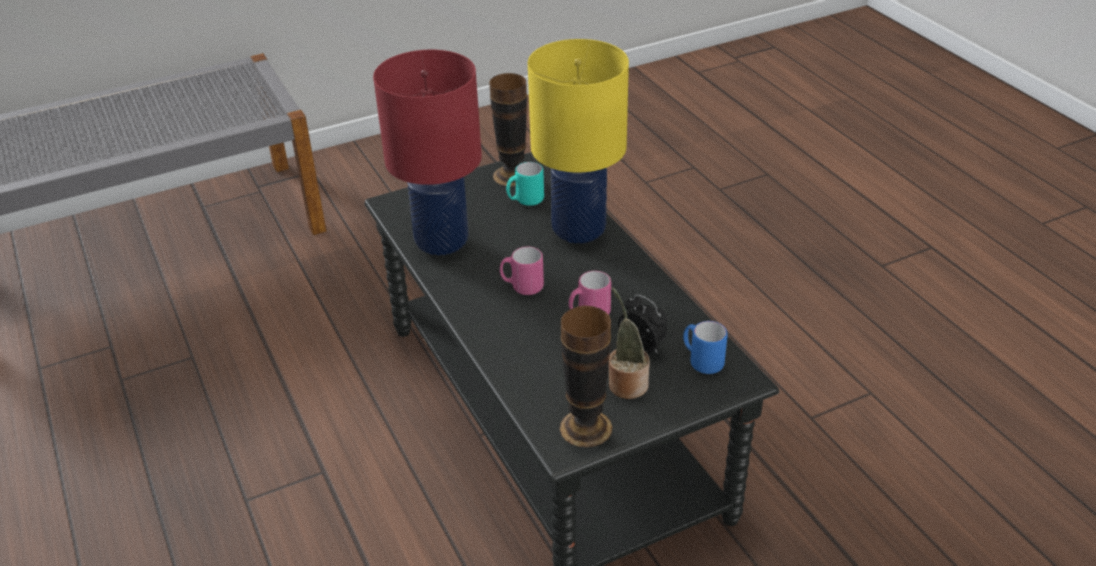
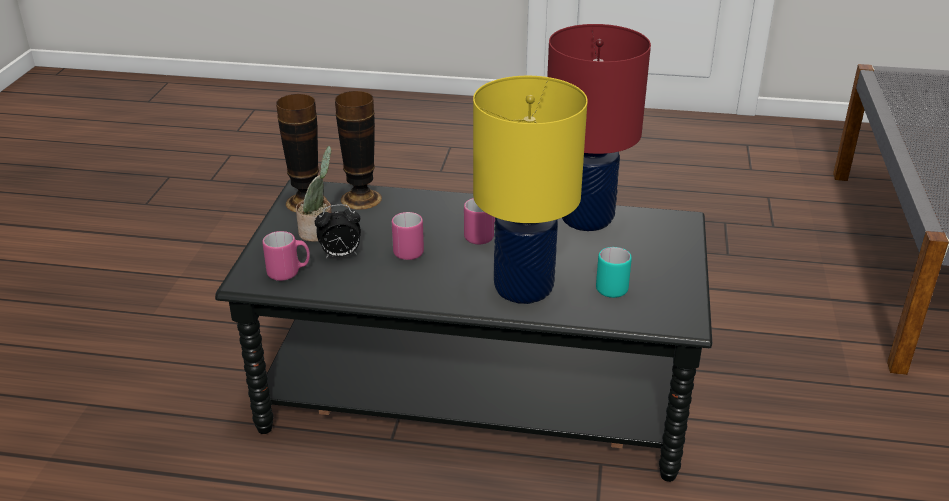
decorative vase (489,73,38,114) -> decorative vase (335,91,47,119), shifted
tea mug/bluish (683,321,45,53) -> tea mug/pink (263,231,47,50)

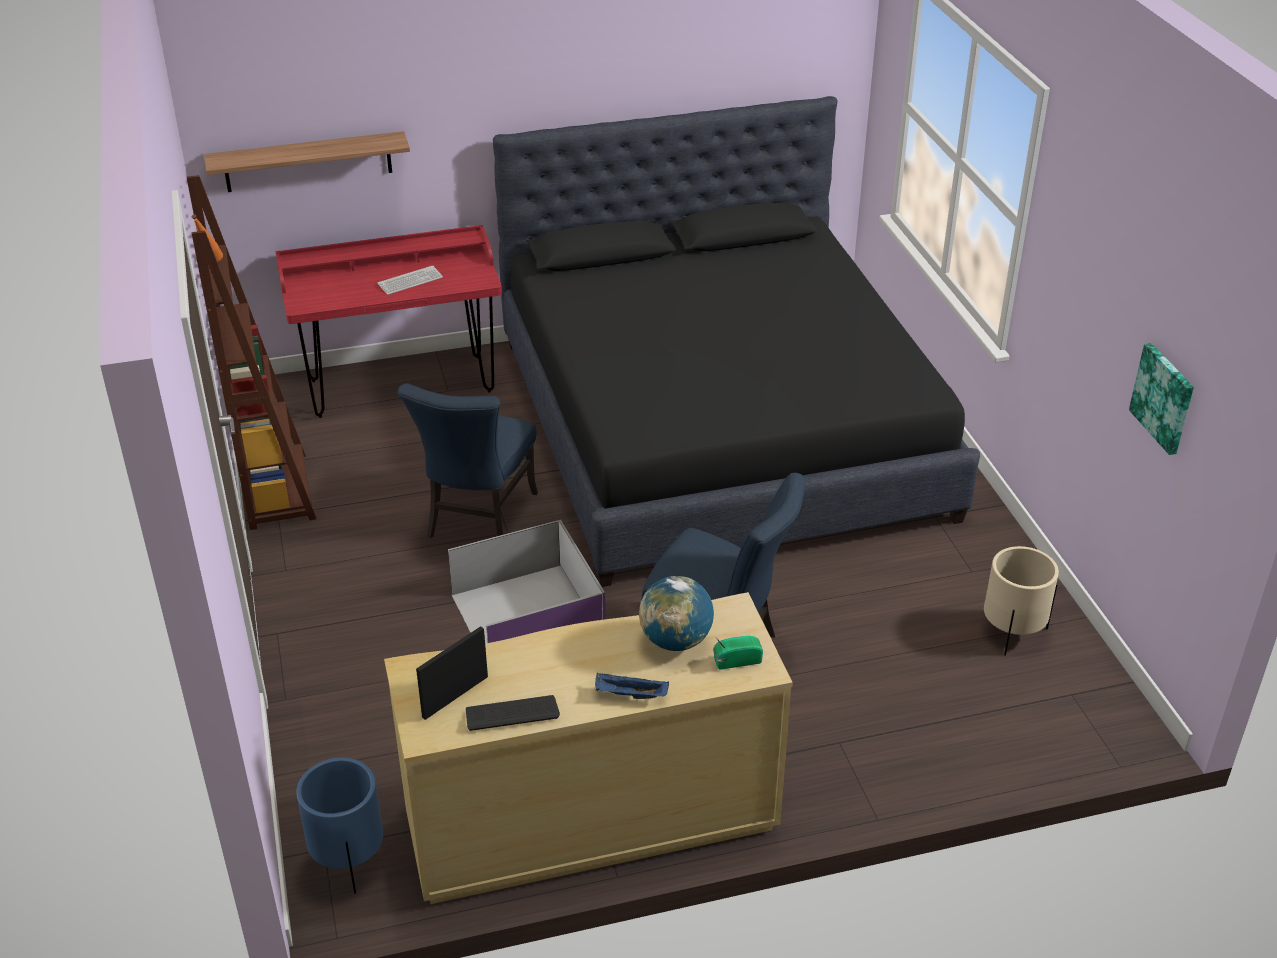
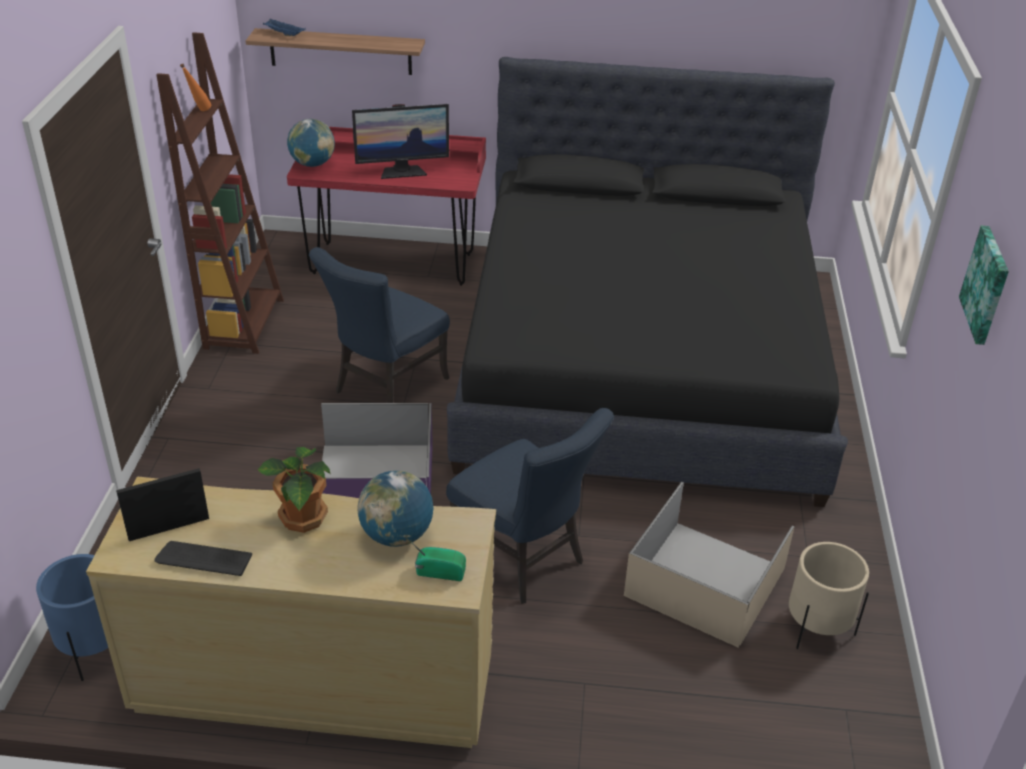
PC keyboard (378,266,65,29) -> computer display (352,104,97,75)
picture (1129,343,65,112) -> picture (959,226,50,119), shifted
tray/bluish (595,673,74,26) -> tray/bluish (263,18,43,18), shifted
none -> desk globe (287,119,48,48)
none -> plant in a pot (258,447,73,86)
none -> storage bin/beige (624,482,171,165)

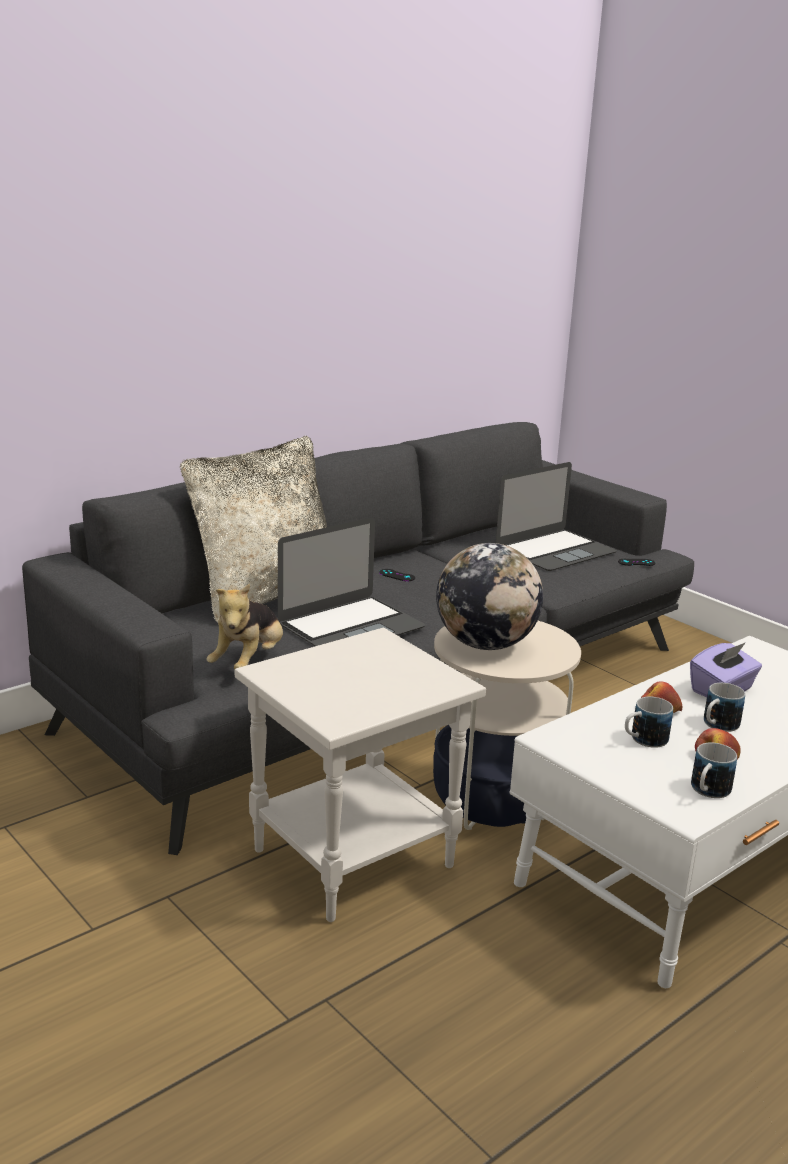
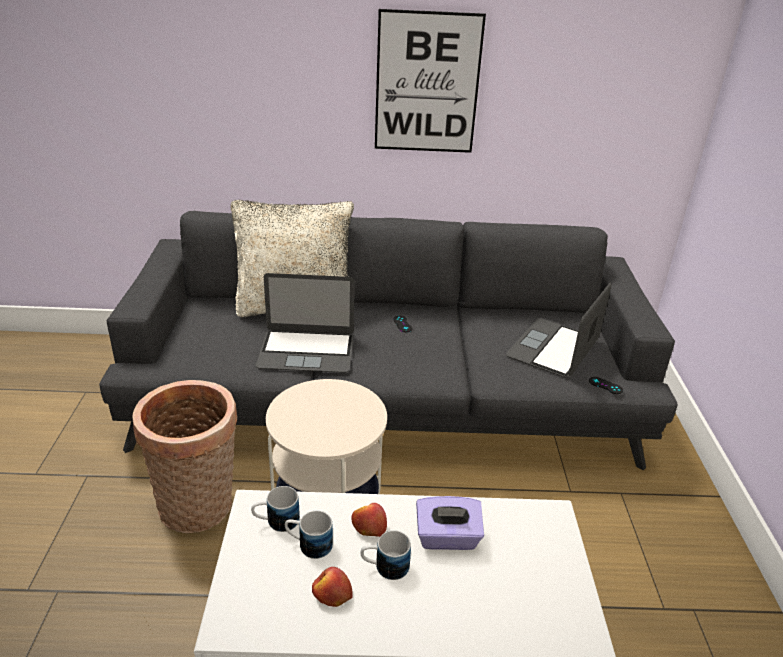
laptop (496,462,121,109) -> laptop (506,283,105,94), 120 degrees clockwise
desk globe (436,543,107,107) -> none
plush toy (206,584,77,85) -> none
side table/white-coloured (235,627,251,295) -> basket (133,380,104,153)
tea mug (691,743,46,55) -> tea mug (251,486,49,46), shifted
none -> picture (375,9,111,144)

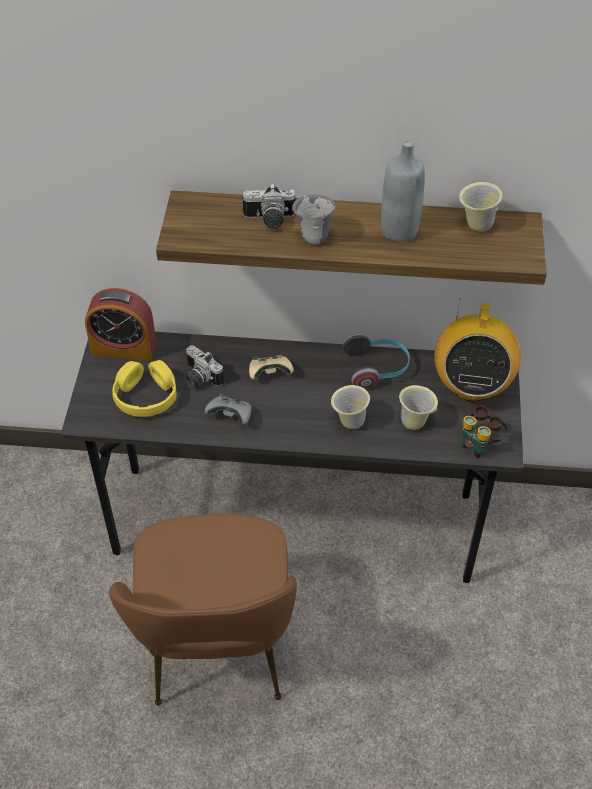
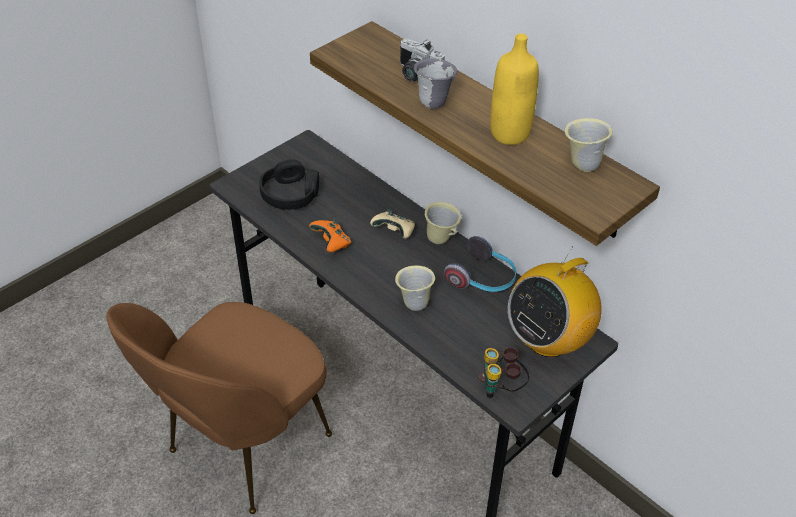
beverage bottle/grey (381,140,44,102) -> beverage bottle/yellow (490,33,49,112)
bedside clock (85,288,72,73) -> none
still camera (185,345,39,43) -> none
headset/yellow (112,360,65,57) -> headset/blackish (259,159,60,51)
tea mug/beige (399,385,39,45) -> tea mug/beige (425,202,36,42), shifted
joypad/grey (205,393,46,31) -> joypad/orange (309,220,42,32)

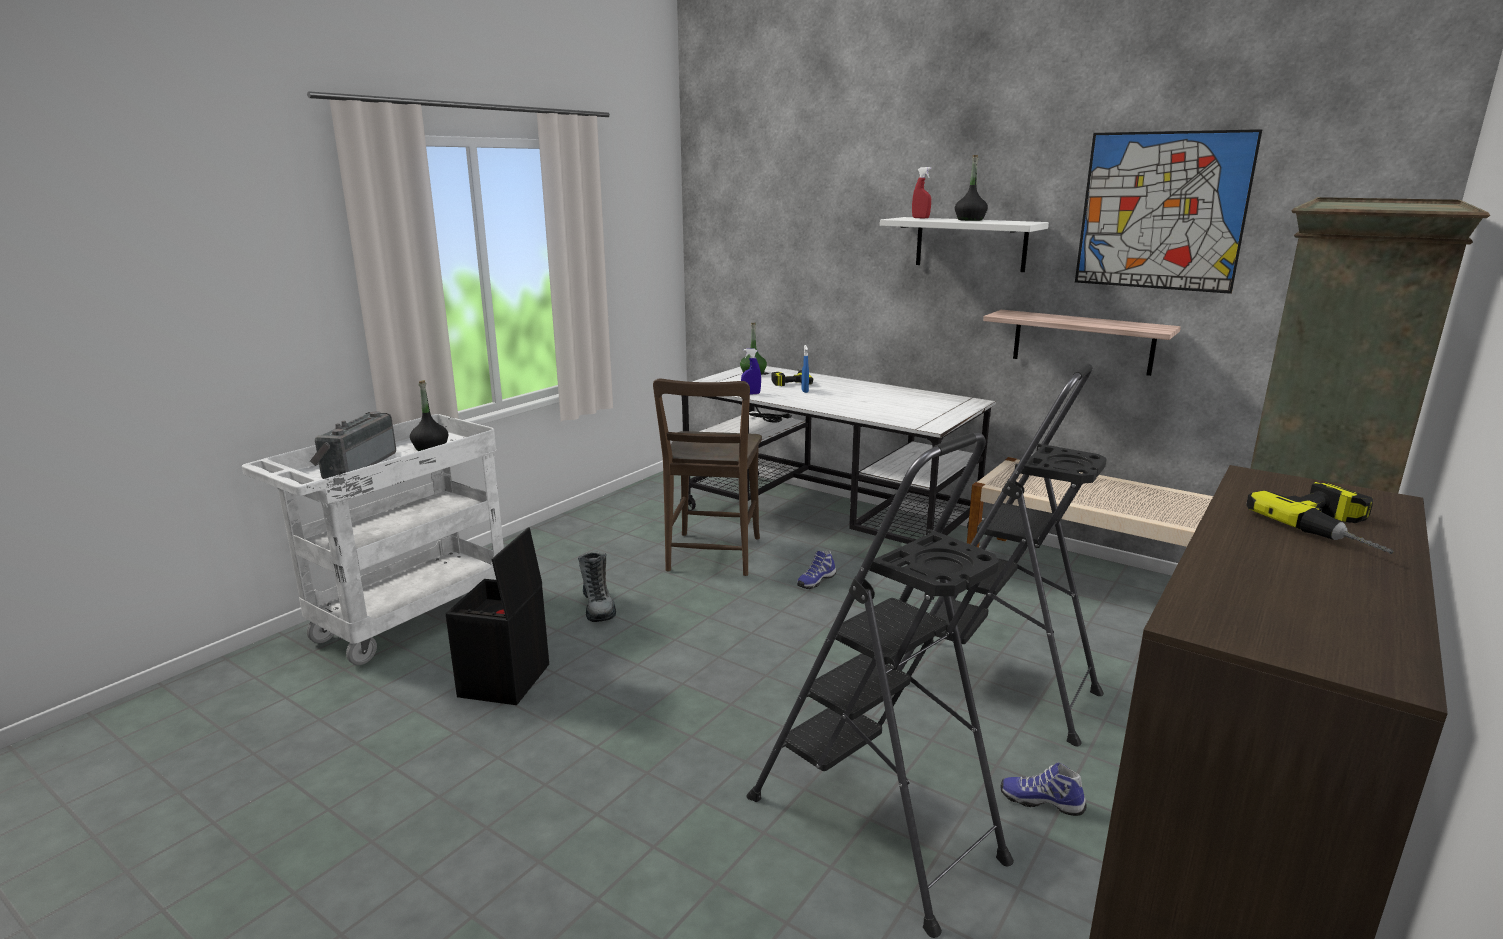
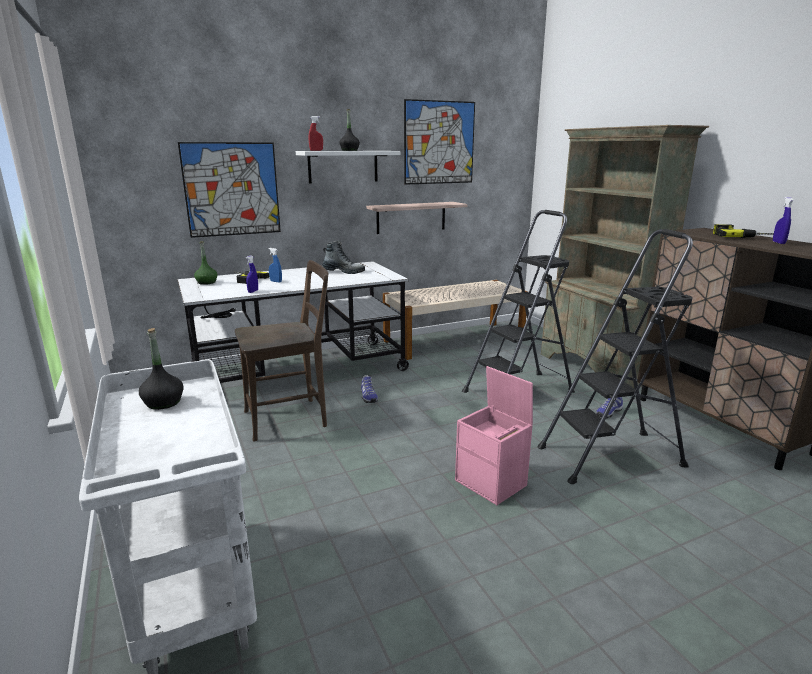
plain chair/brown (653,378,109,198) -> plain chair/brown (235,260,93,181), 60 degrees counterclockwise
radio set (310,411,86,68) -> none
storage bin/blackish (446,527,103,178) -> none
high-top boot (578,552,38,70) -> high-top boot (321,240,44,34), shifted
none -> picture (178,142,103,96)
none -> spray bottle/bluish (773,197,21,47)
none -> storage bin/pink (455,366,78,139)

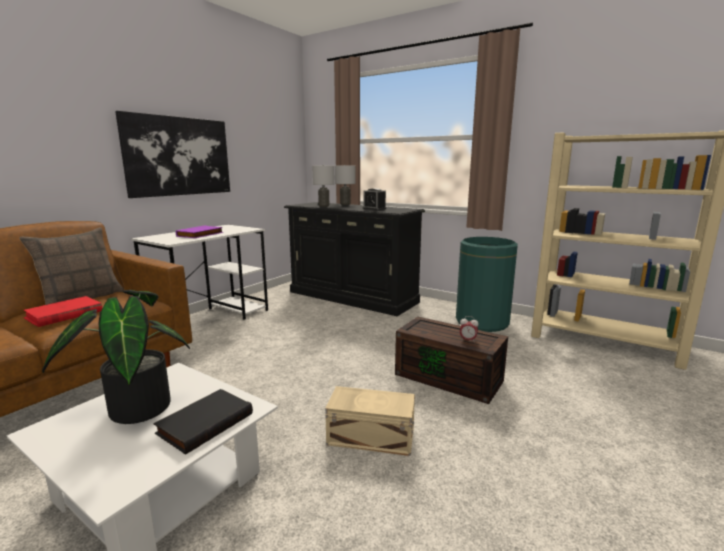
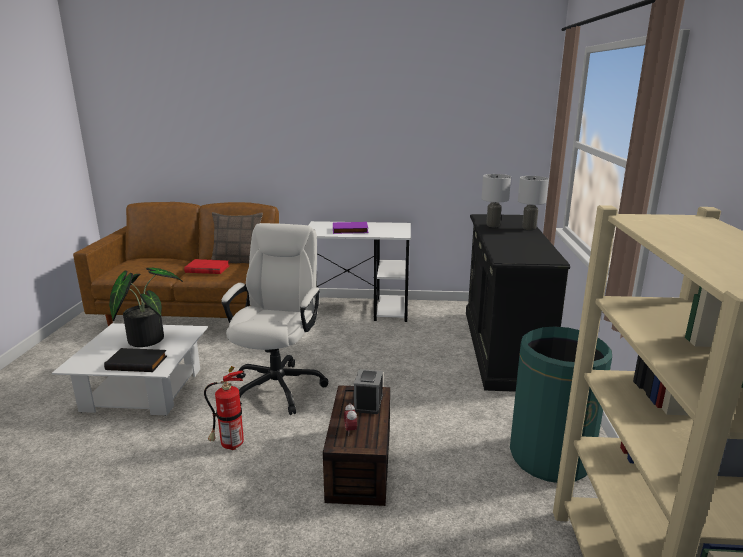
picture (115,111,115,87) -> none
bedside clock (363,188,23,22) -> bedside clock (354,369,29,45), shifted
storage bin/beige (325,386,90,70) -> fire-fighting cylinder (204,366,40,84)
none -> computer chair/white-coloured (221,223,108,192)

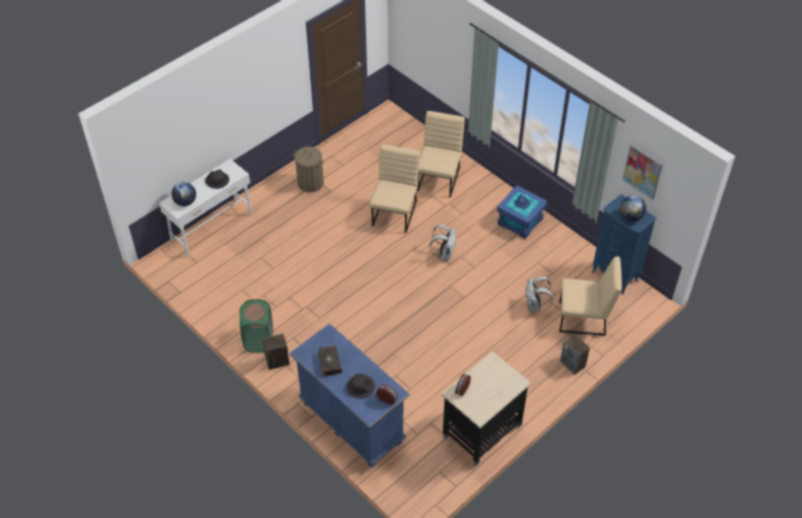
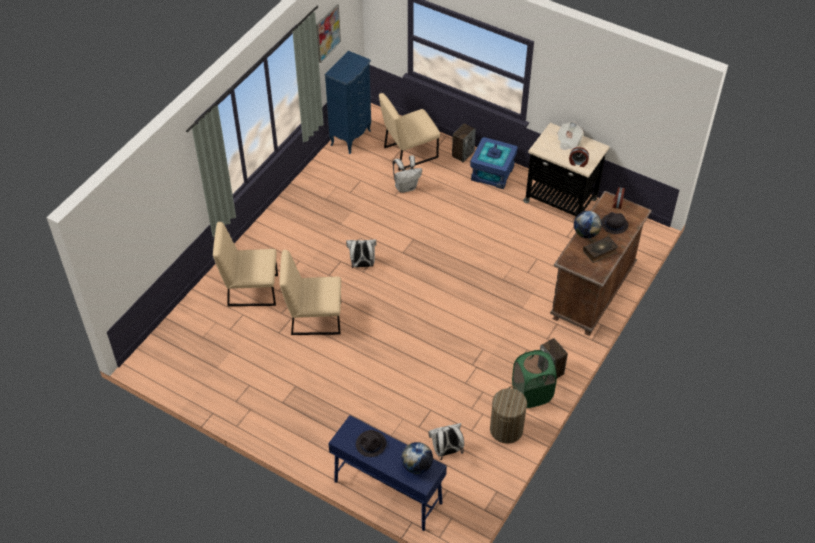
hamper (294,147,30,46) -> hamper (490,386,37,58), shifted
hall table/white-coloured (159,159,94,98) -> hall table/bluish (328,415,119,116)
storage bin/bluish (497,186,50,53) -> storage bin/bluish (470,137,48,52), shifted
desk globe (620,195,26,26) -> desk globe (574,211,28,27), shifted
plain chair/beige (559,256,63,80) -> plain chair/beige (379,93,61,78), 105 degrees counterclockwise
dresser/bluish (289,323,121,145) -> dresser/brown (550,191,102,145)
none -> newspaper (557,121,27,29)
none -> backpack/white-coloured (428,423,36,37)

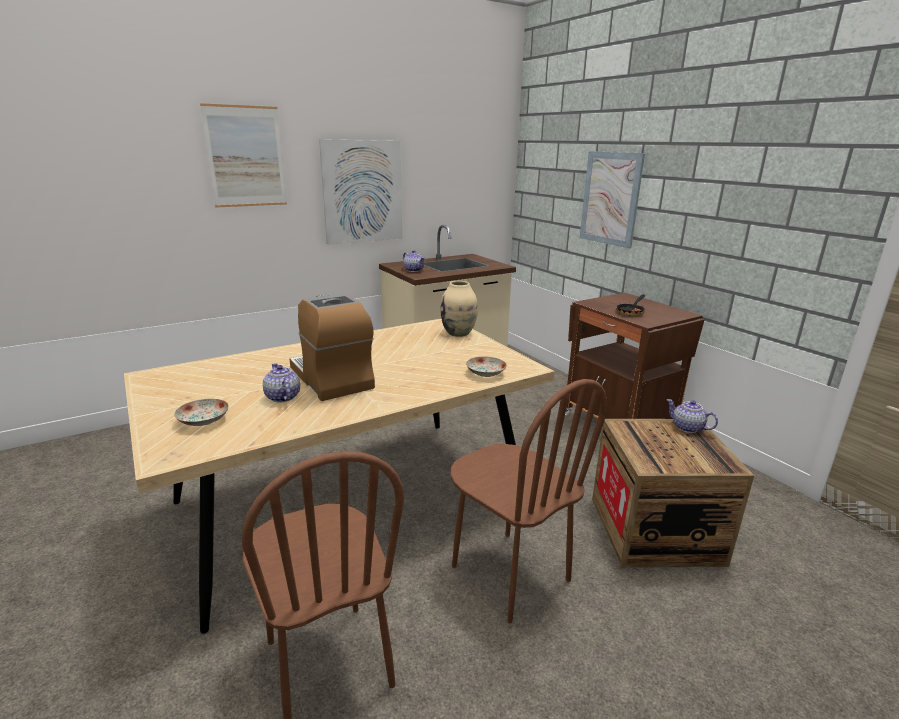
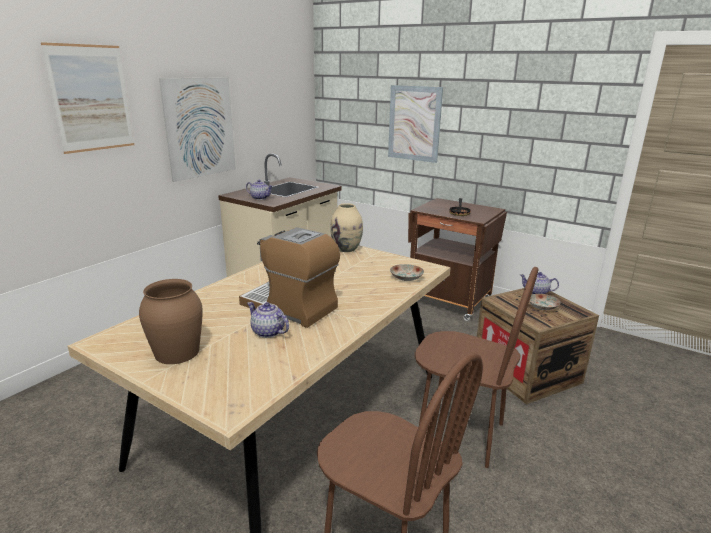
dinner plate (174,399,55,27) -> dinner plate (529,294,32,16), shifted
none -> decorative vase/brown (139,279,64,85)

